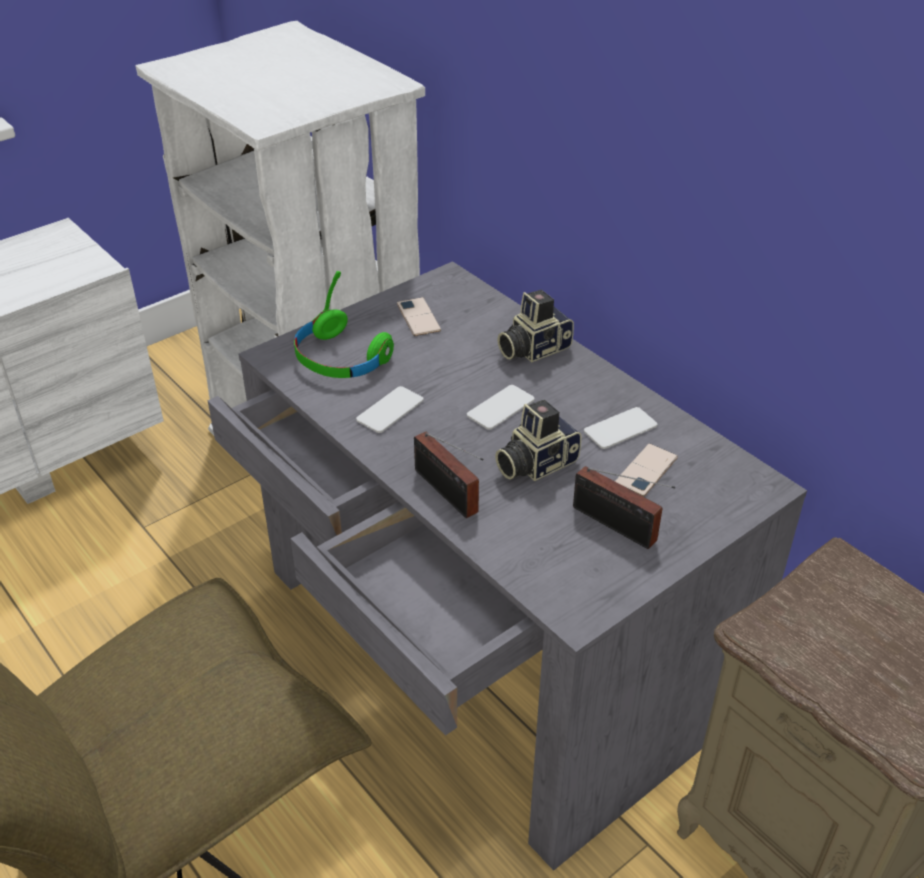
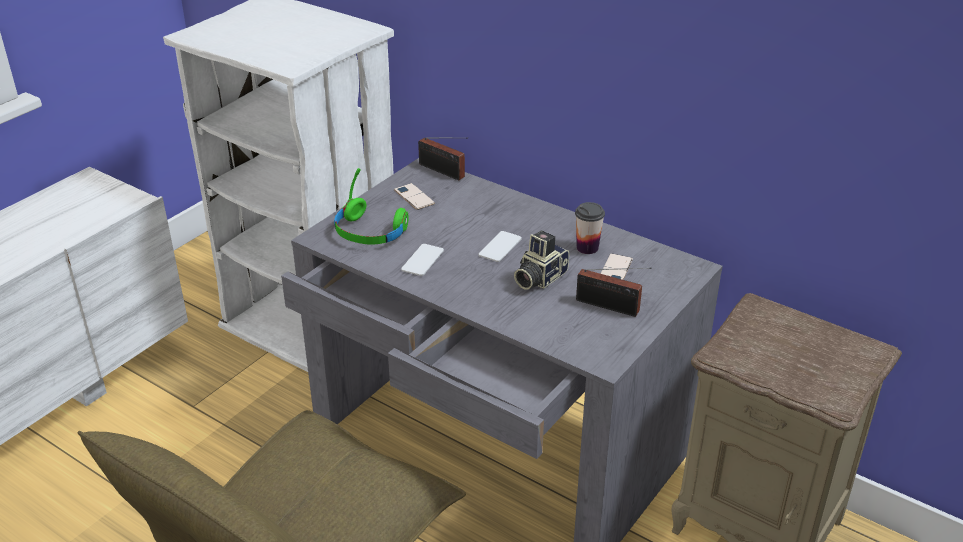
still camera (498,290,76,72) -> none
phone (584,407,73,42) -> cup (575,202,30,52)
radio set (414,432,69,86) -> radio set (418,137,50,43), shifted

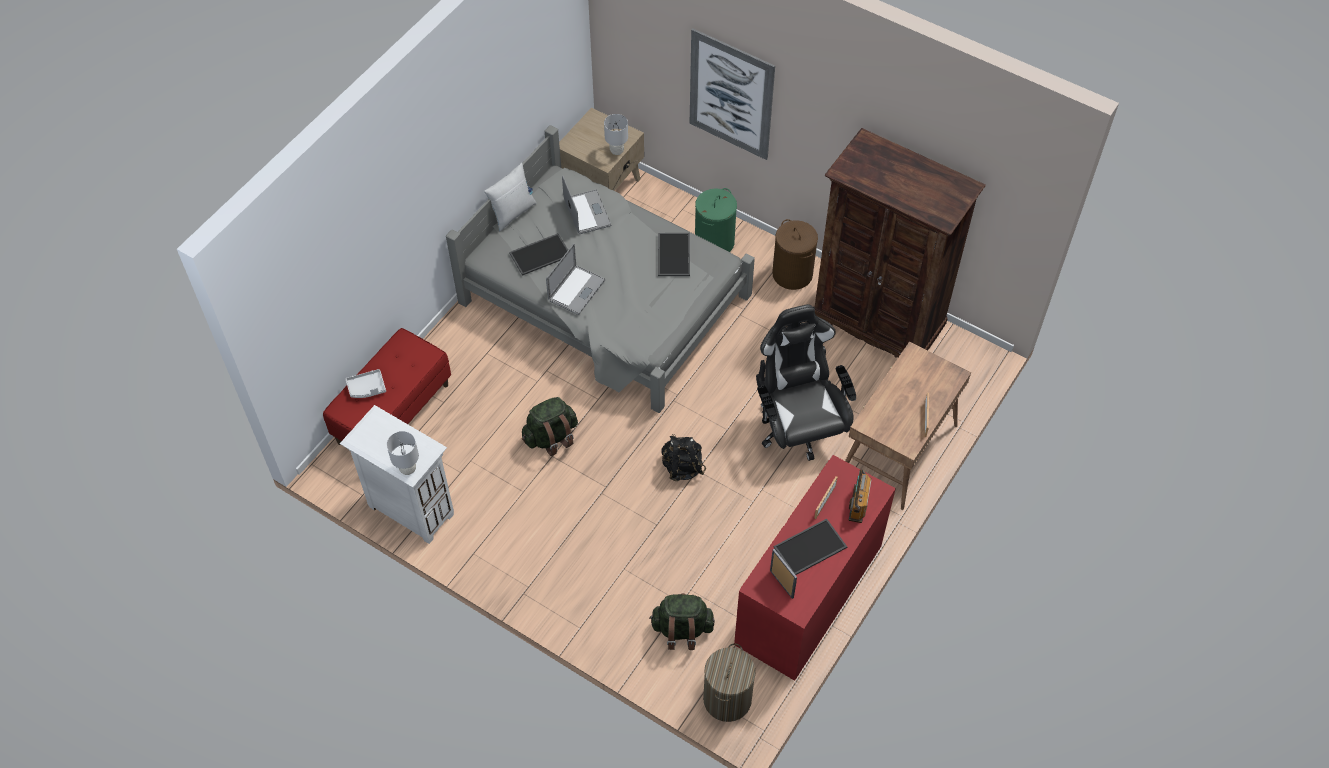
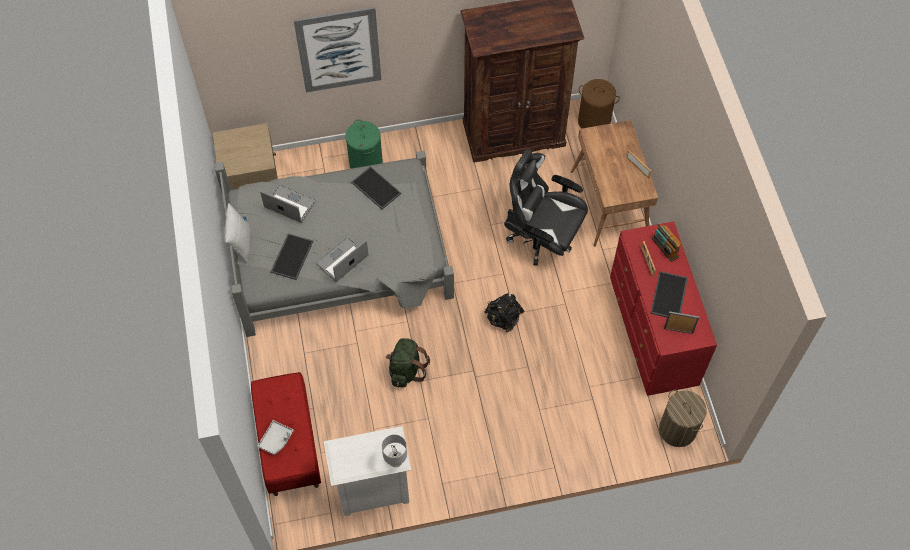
table lamp/grey (604,114,24,41) -> none
hamper/brown (772,219,46,71) -> hamper/brown (578,79,42,50), shifted
laptop (546,243,60,72) -> laptop (316,237,52,45), 120 degrees counterclockwise
backpack/green-coloured (649,593,66,57) -> none

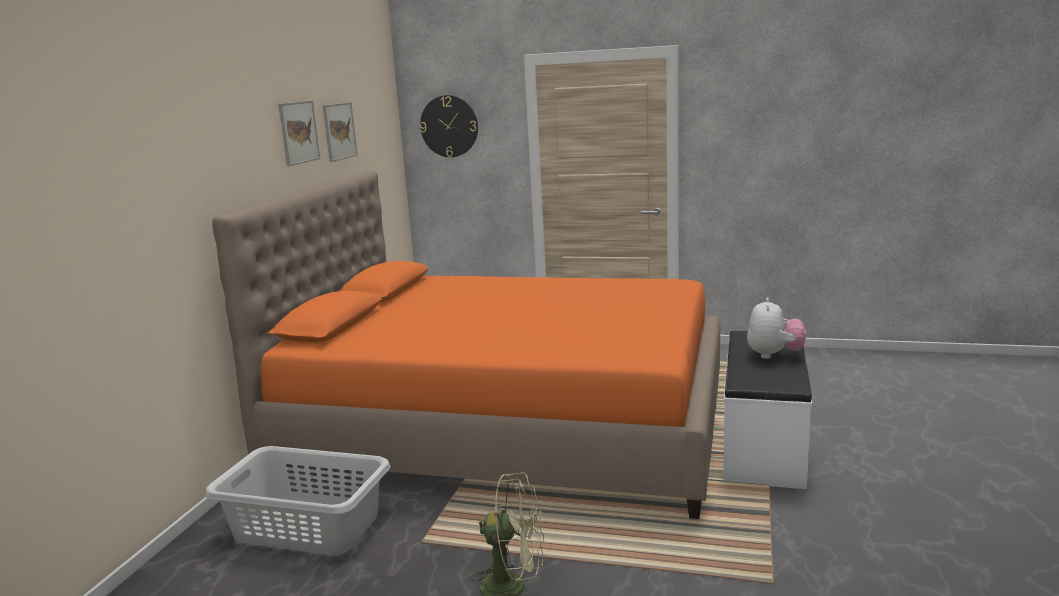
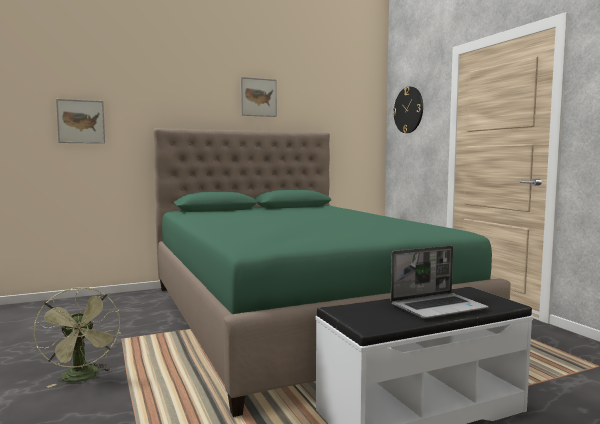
picture (322,102,36,60) -> picture (56,99,49,45), shifted
bedroom bed/orange (212,171,508,348) -> bedroom bed/green-coloured (154,128,357,289)
plush toy (747,298,59,61) -> laptop (391,246,98,73)
hamper/grey (205,446,186,109) -> none

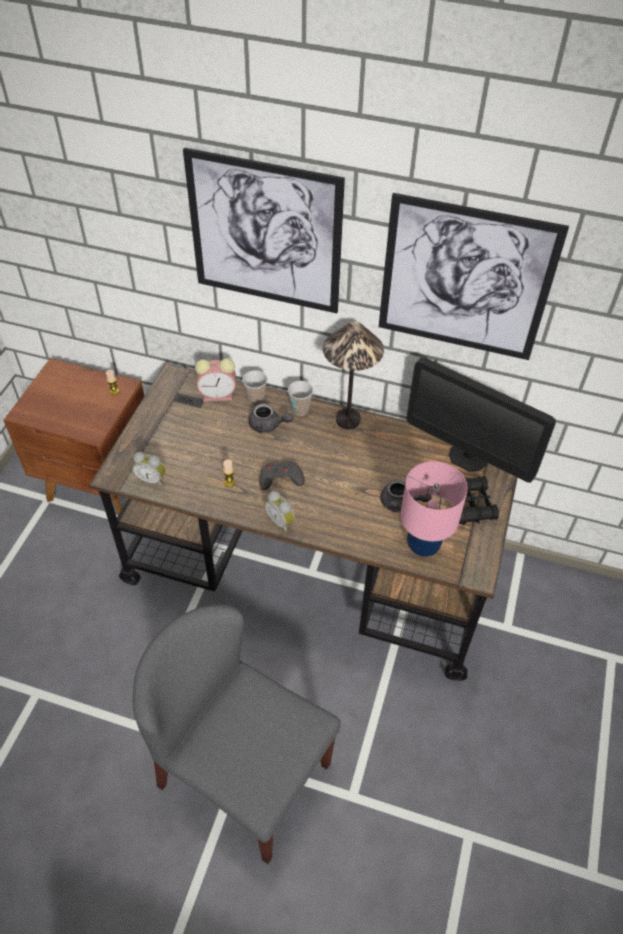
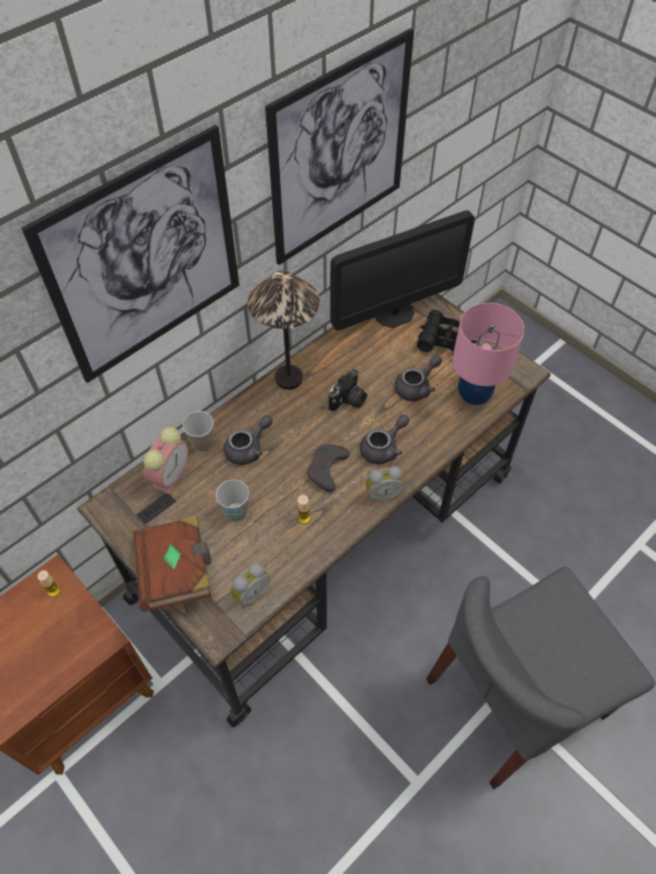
cup (288,381,25,35) -> cup (216,479,33,42), shifted
none -> still camera (329,369,38,42)
none -> teapot/grey (360,415,49,49)
none -> bound book/brown (133,515,78,97)

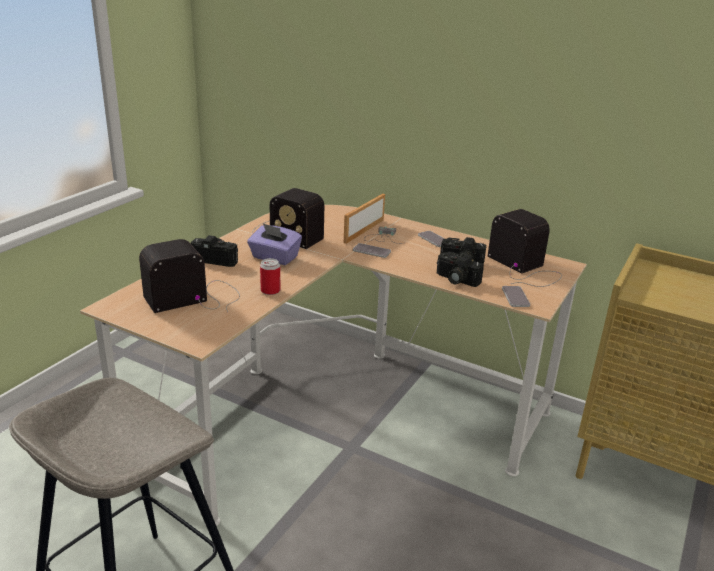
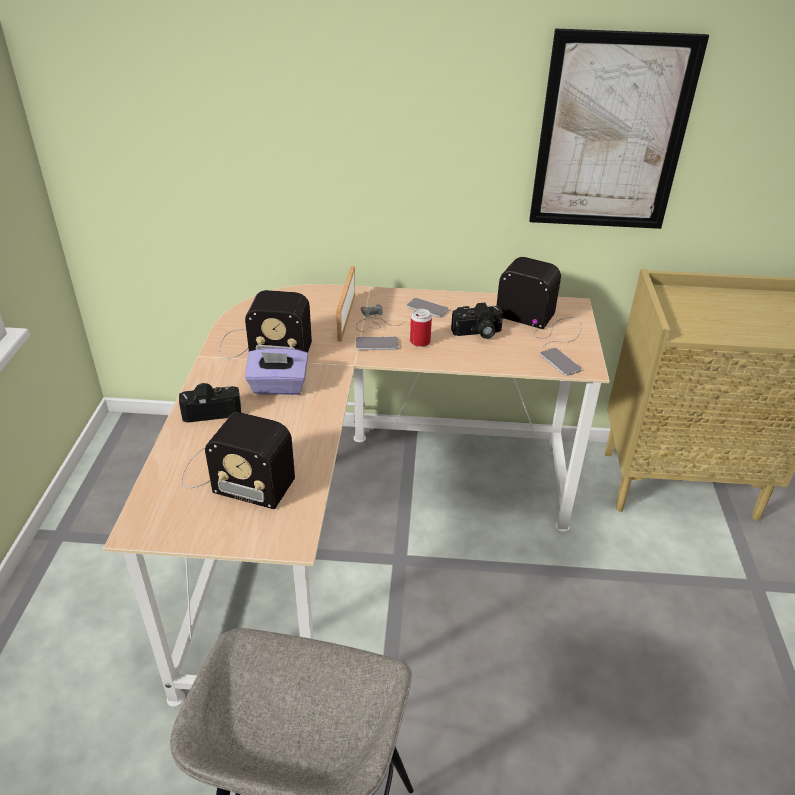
radio set (139,239,101,74) -> radio set (181,412,114,97), 105 degrees counterclockwise
still camera (437,252,47,35) -> none
sealed can (260,258,20,37) -> sealed can (410,309,22,38), shifted
none -> picture (529,28,180,201)

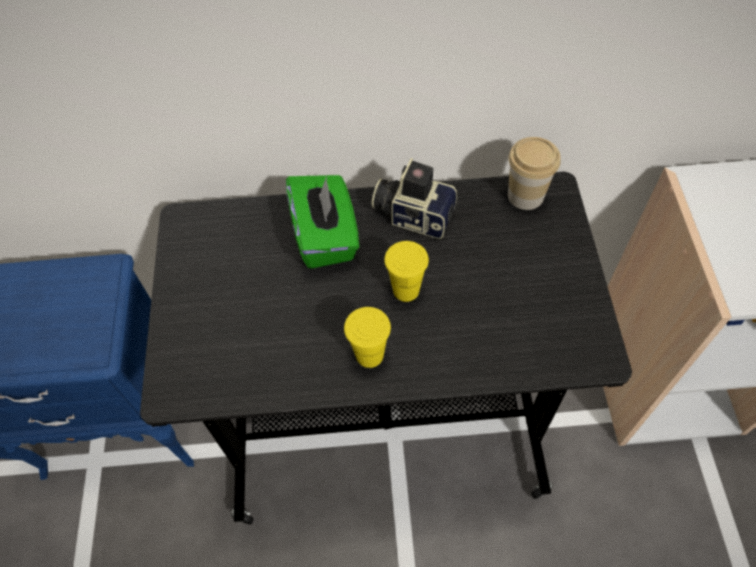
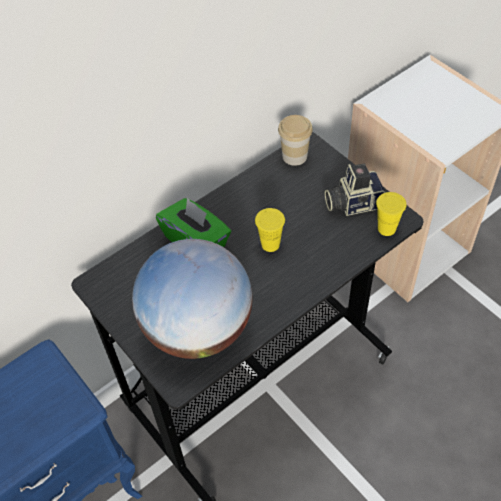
still camera (372,158,87,81) -> still camera (325,164,61,52), shifted
cup/yellow (344,307,47,61) -> cup/yellow (376,192,30,44), shifted
none -> desk globe (132,239,120,120)

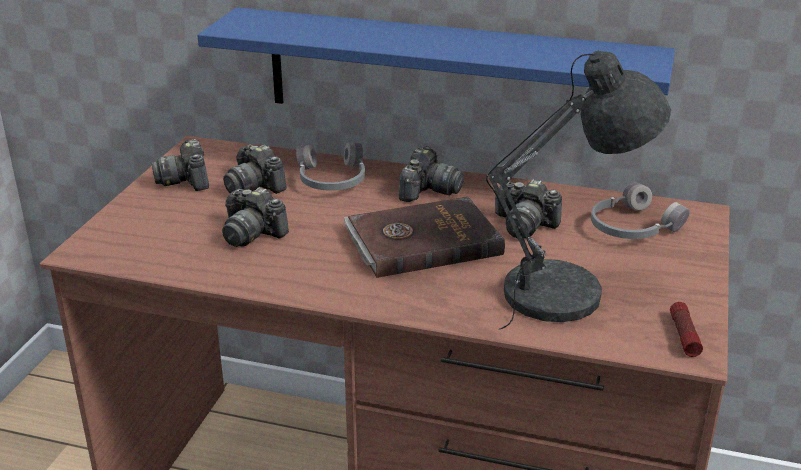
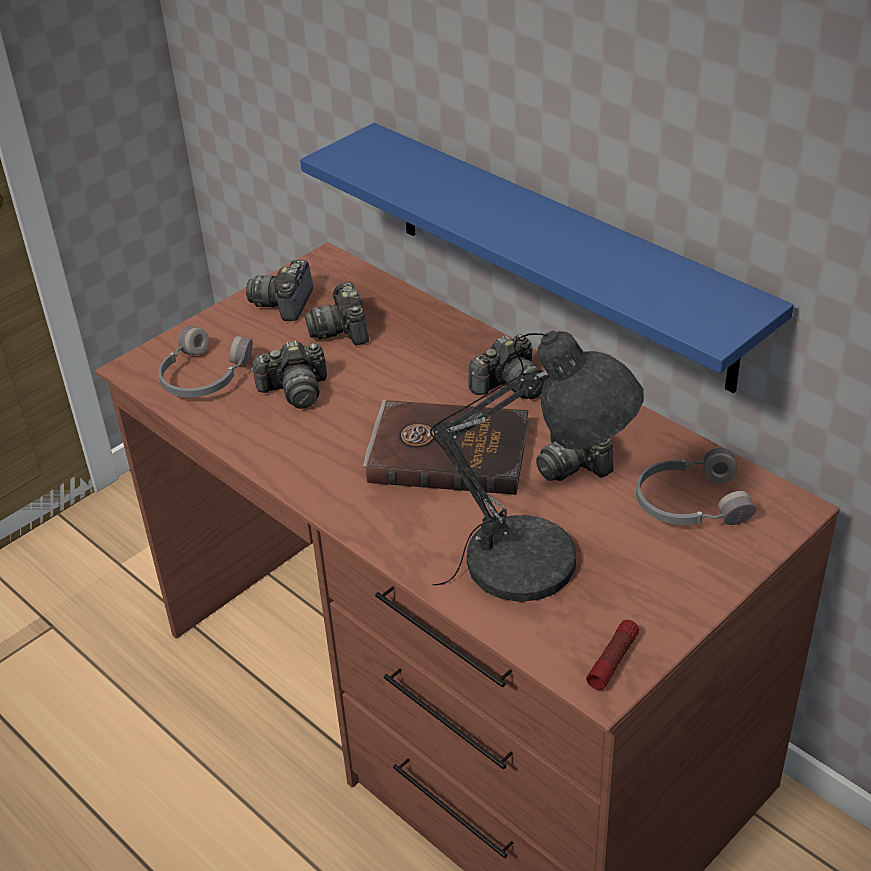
headset/grey (296,143,69,48) -> headset/grey (158,326,95,71), shifted
still camera (222,187,67,60) -> still camera (251,340,76,69), 75 degrees counterclockwise

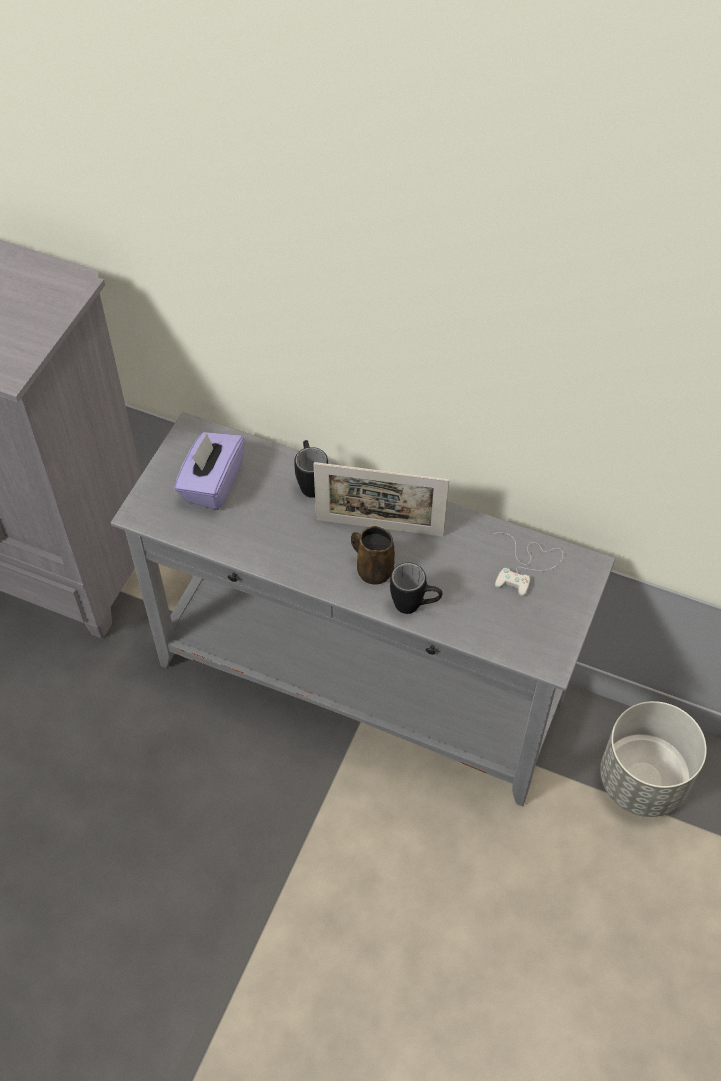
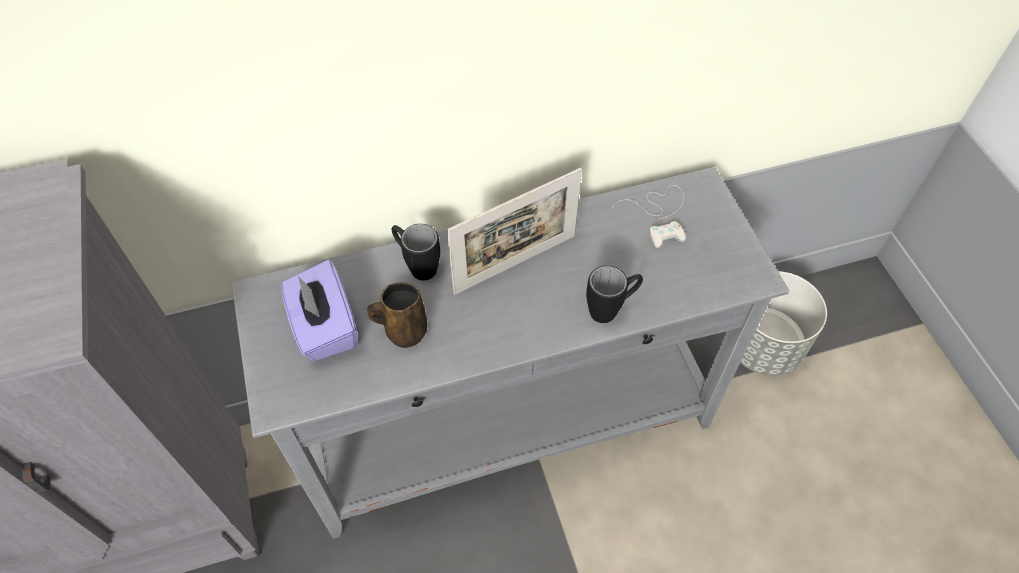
tea mug/brown (351,526,44,59) -> tea mug/brown (367,282,60,66), shifted

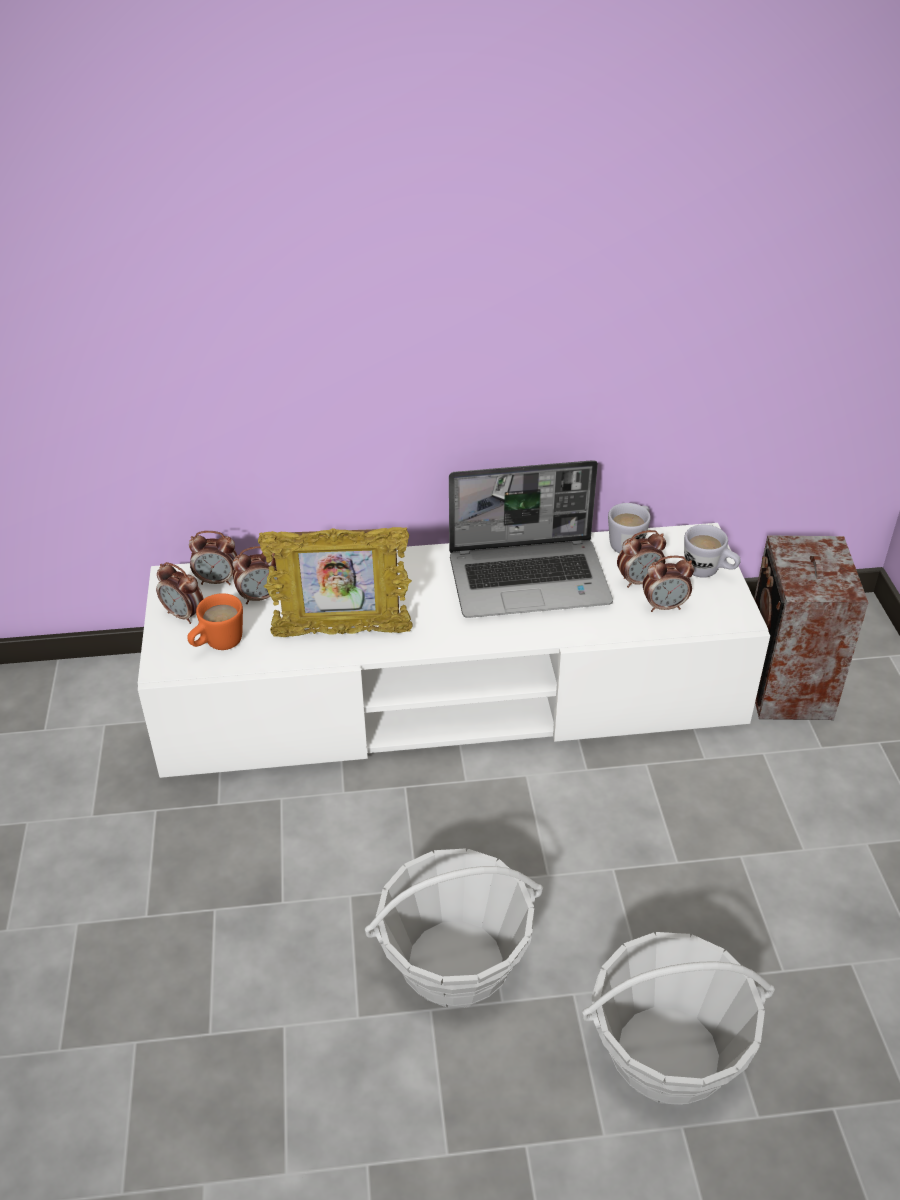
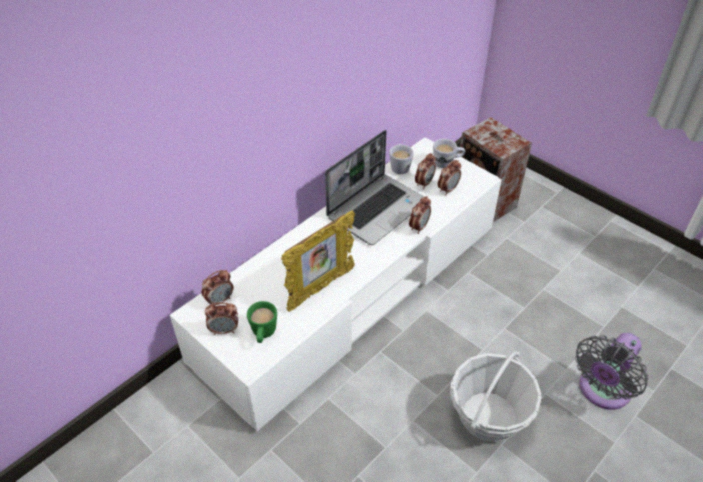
bedside clock (233,546,44,58) -> bedside clock (409,196,22,38), shifted
tea mug/orange (187,593,56,57) -> tea mug/green-coloured (247,301,30,42)
basket (582,932,193,173) -> cooling fan/grey (575,333,73,77)

